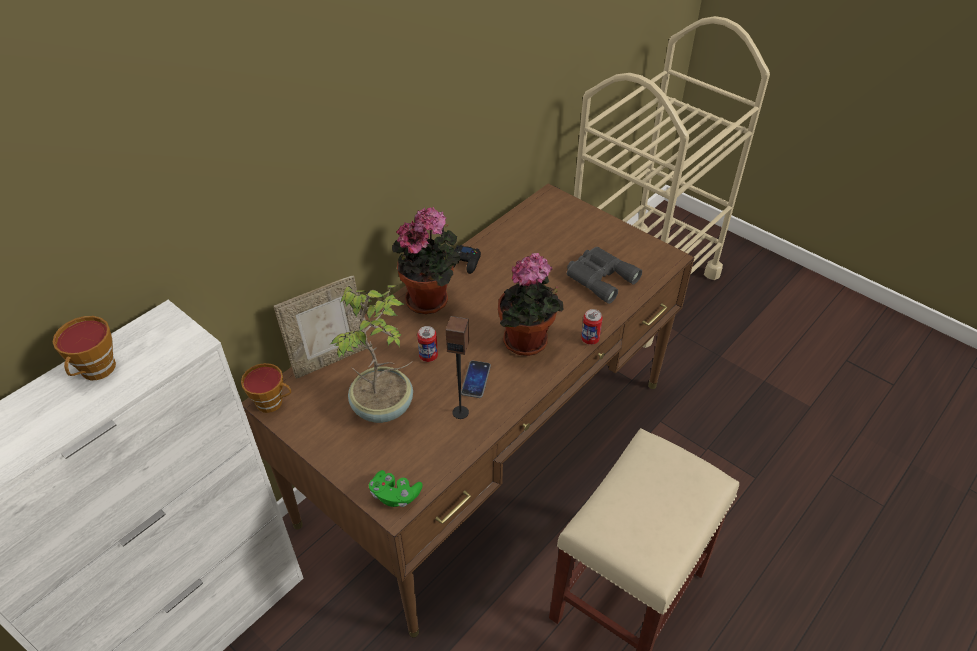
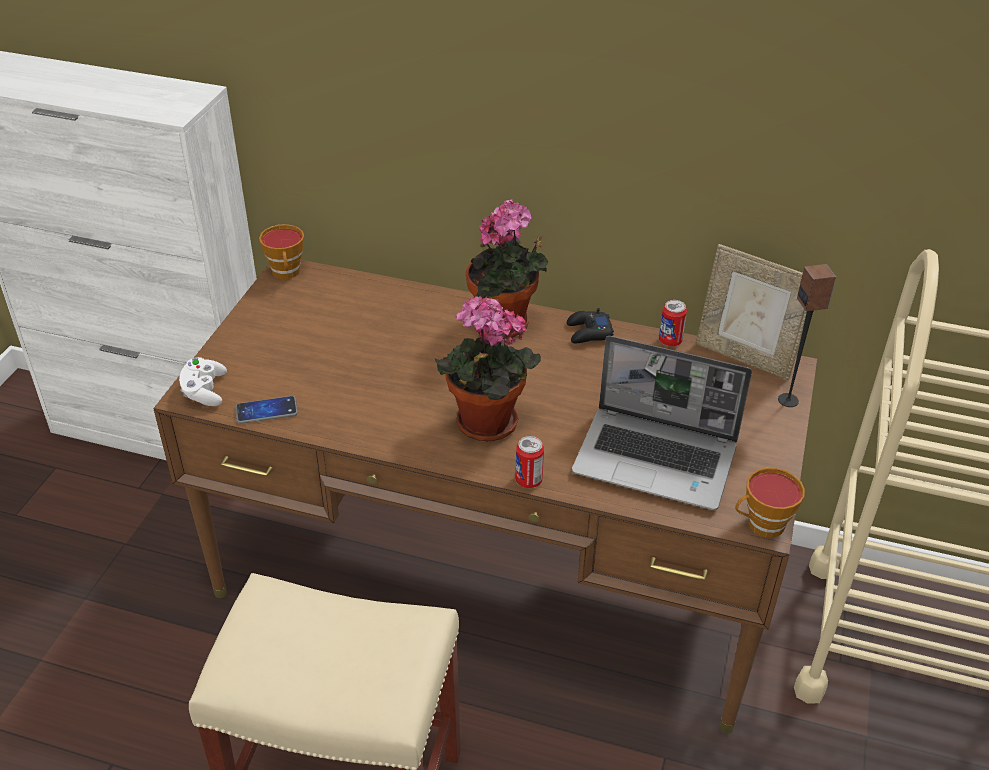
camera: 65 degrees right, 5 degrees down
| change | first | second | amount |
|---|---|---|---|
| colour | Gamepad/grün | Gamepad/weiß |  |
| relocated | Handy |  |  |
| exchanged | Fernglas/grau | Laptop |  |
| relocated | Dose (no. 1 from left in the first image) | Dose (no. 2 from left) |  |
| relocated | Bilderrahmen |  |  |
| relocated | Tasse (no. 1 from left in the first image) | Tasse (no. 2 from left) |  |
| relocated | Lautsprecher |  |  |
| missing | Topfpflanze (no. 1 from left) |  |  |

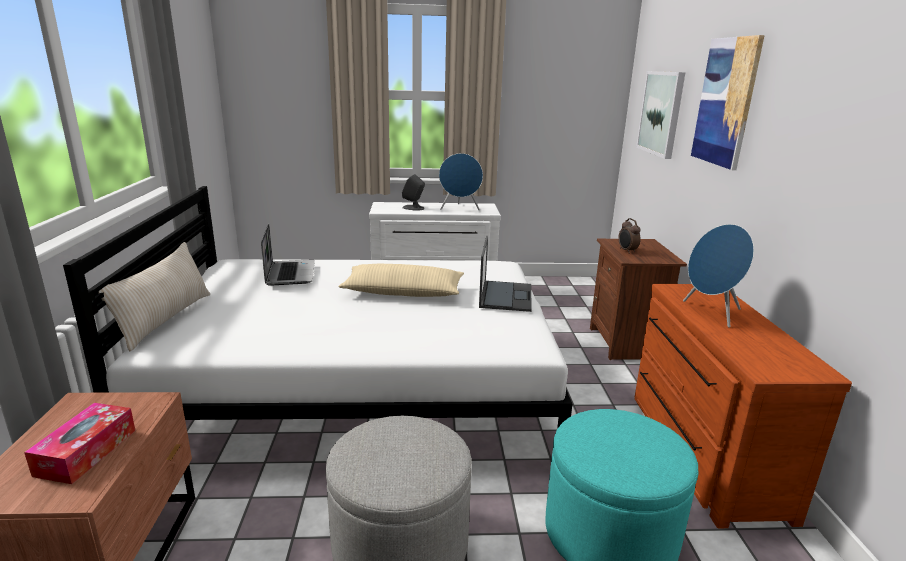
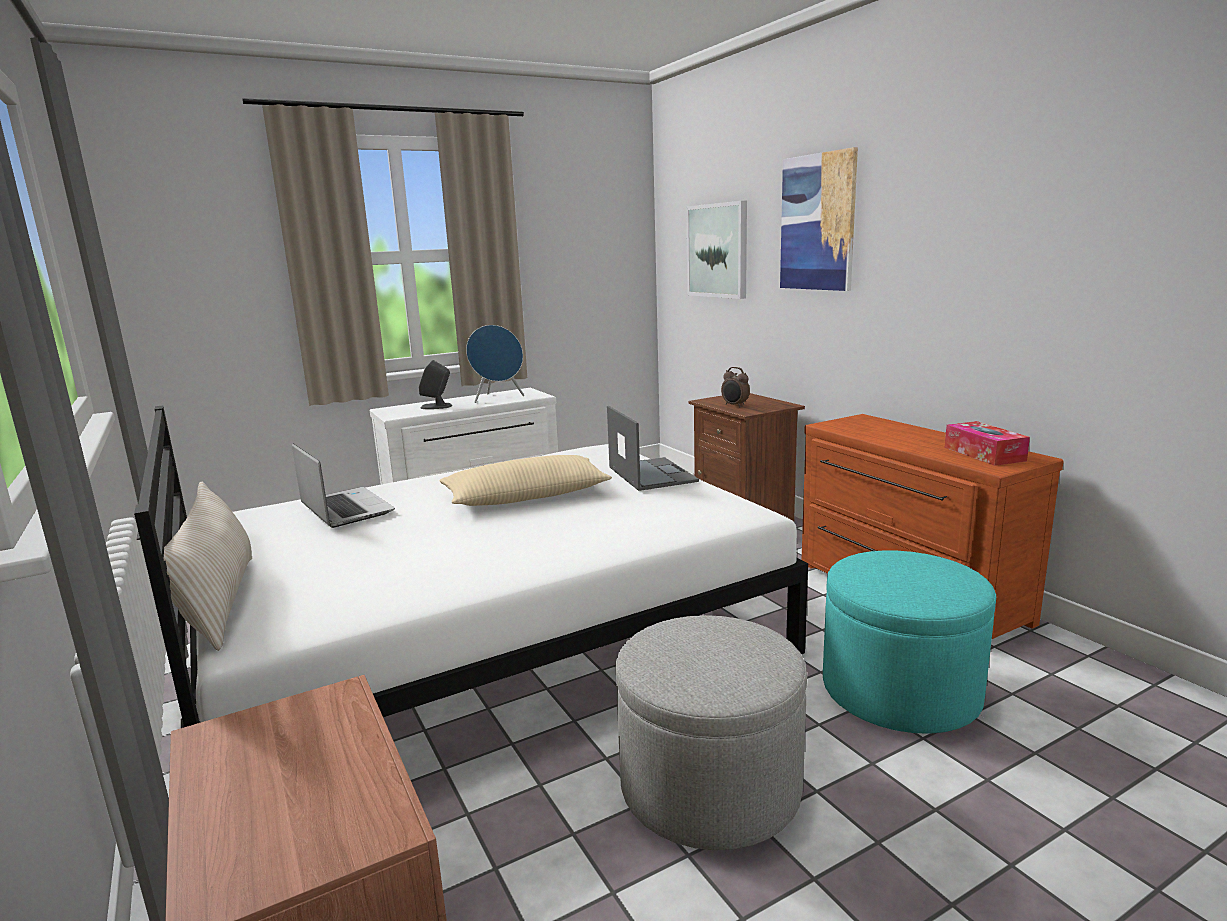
camera: 25 degrees left, 5 degrees down
| change | first | second | amount |
|---|---|---|---|
| relocated | Taschentuchbox |  |  |
| missing | Lautsprecher/blau (no. 2 from left) |  |  |

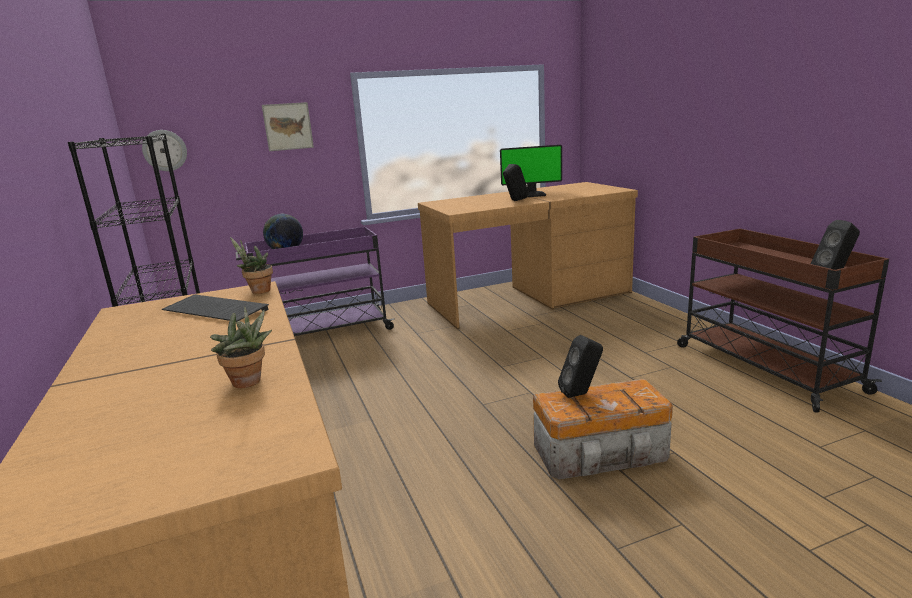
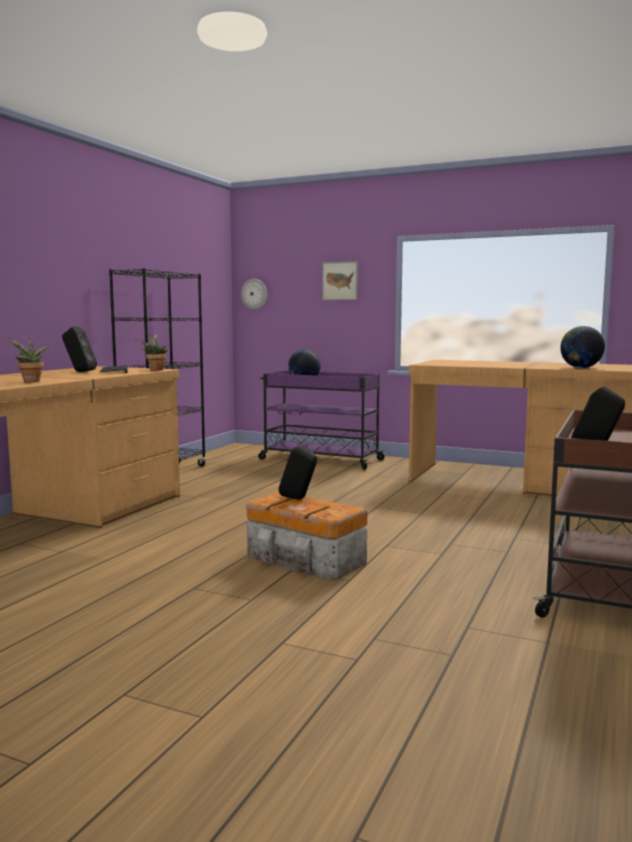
camera: 45 degrees right, 10 degrees down
| change | first | second | amount |
|---|---|---|---|
| relocated | Lautsprecher/schwarz (no. 1 from left) |  |  |
| appeared |  | Globus (no. 2 from left) |  |
| missing | Monitor |  |  |

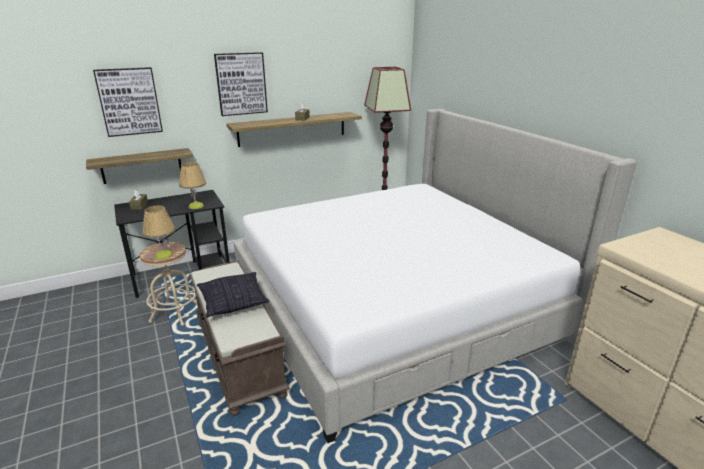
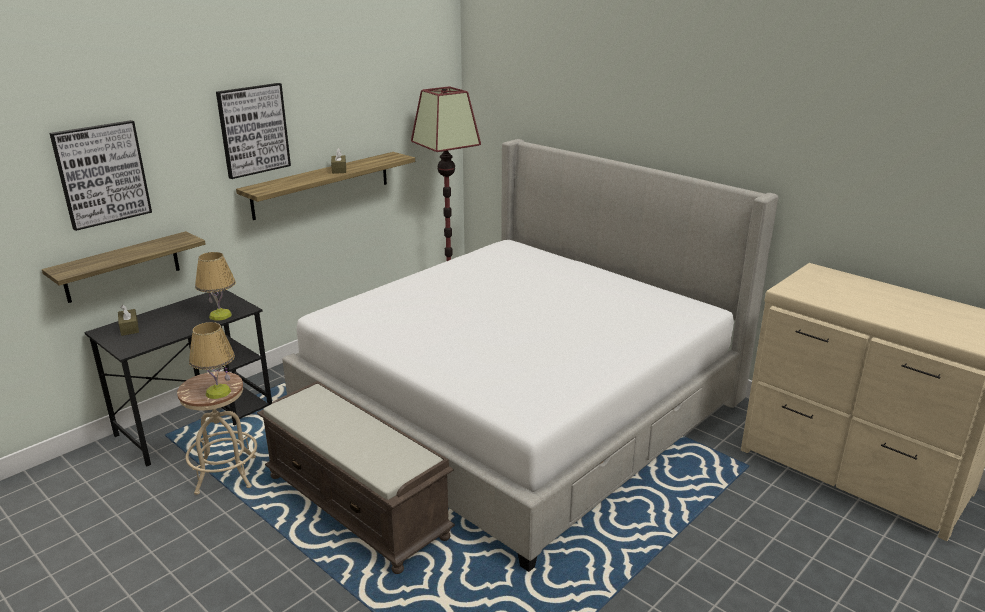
camera: 20 degrees left, 0 degrees up
| change | first | second | amount |
|---|---|---|---|
| missing | Kissen |  |  |

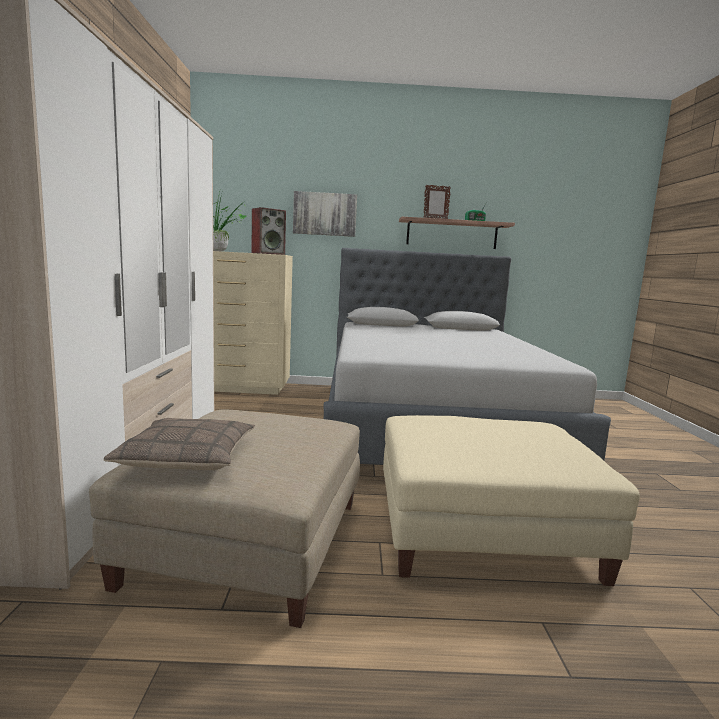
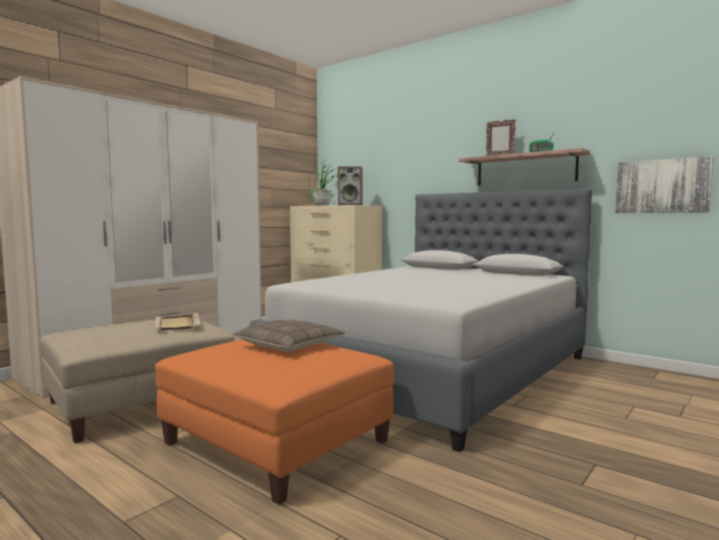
camera: 40 degrees right, 5 degrees down
| change | first | second | amount |
|---|---|---|---|
| appeared |  | Tablett/beige |  |
| colour | Polsterhocker/beige (no. 2 from left) | Polsterhocker/orange |  |
| relocated | Kissen |  |  |
| relocated | Bild |  |  |

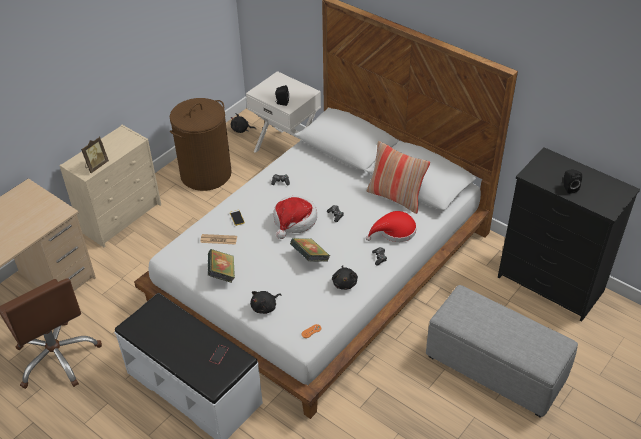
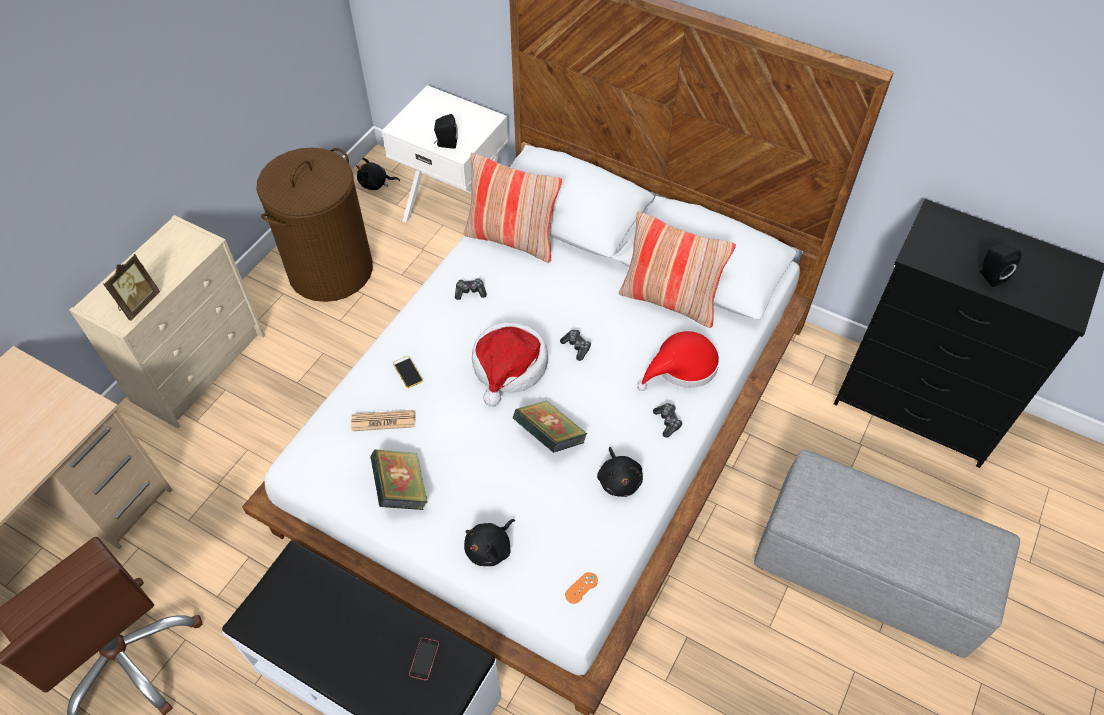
camera: 10 degrees left, 10 degrees up
| change | first | second | amount |
|---|---|---|---|
| appeared |  | Kissen (no. 1 from left) |  |

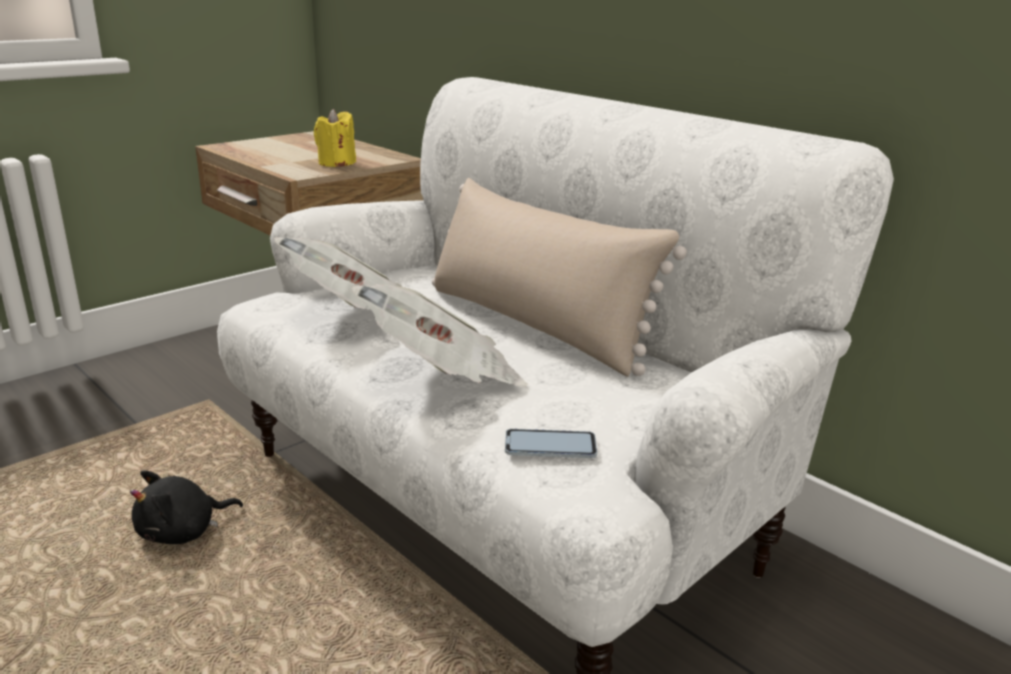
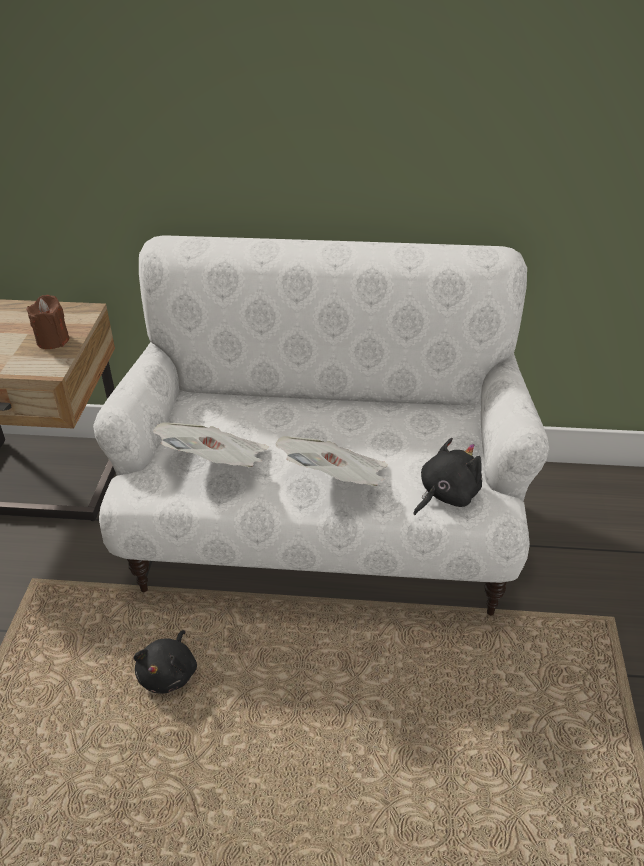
camera: 40 degrees left, 15 degrees up
| change | first | second | amount |
|---|---|---|---|
| colour | Kerze/gelb | Kerze/braun |  |
| exchanged | Handy | Plüschtier/schwarz (no. 2 from left) |  |
| missing | Kissen/beige |  |  |

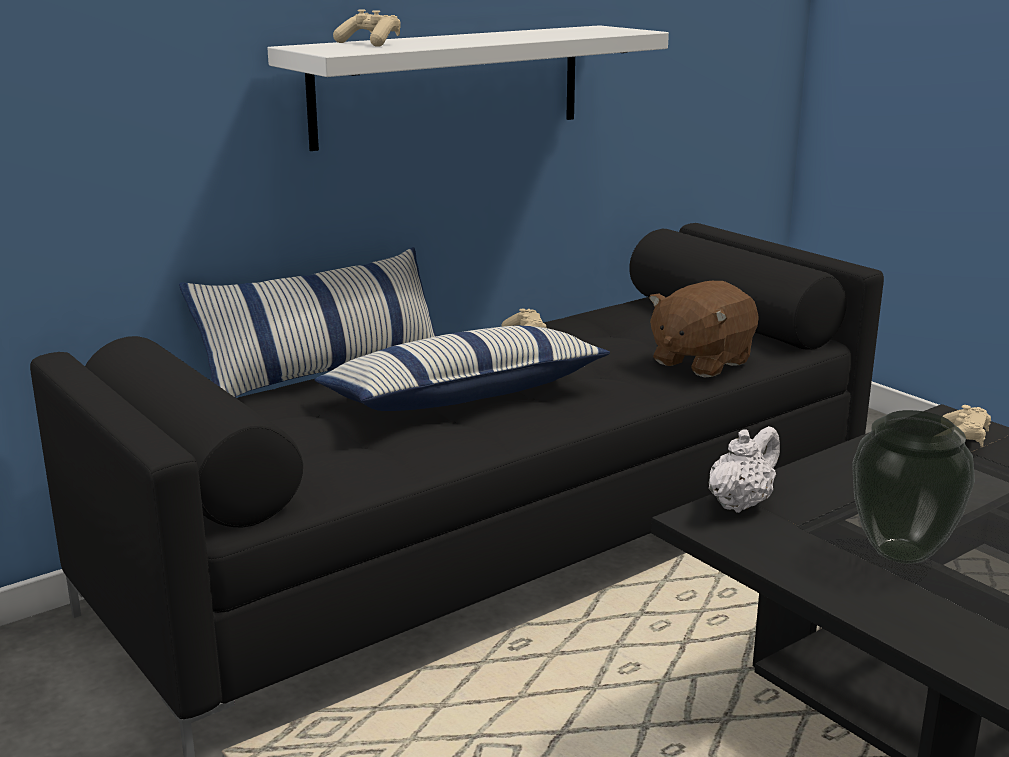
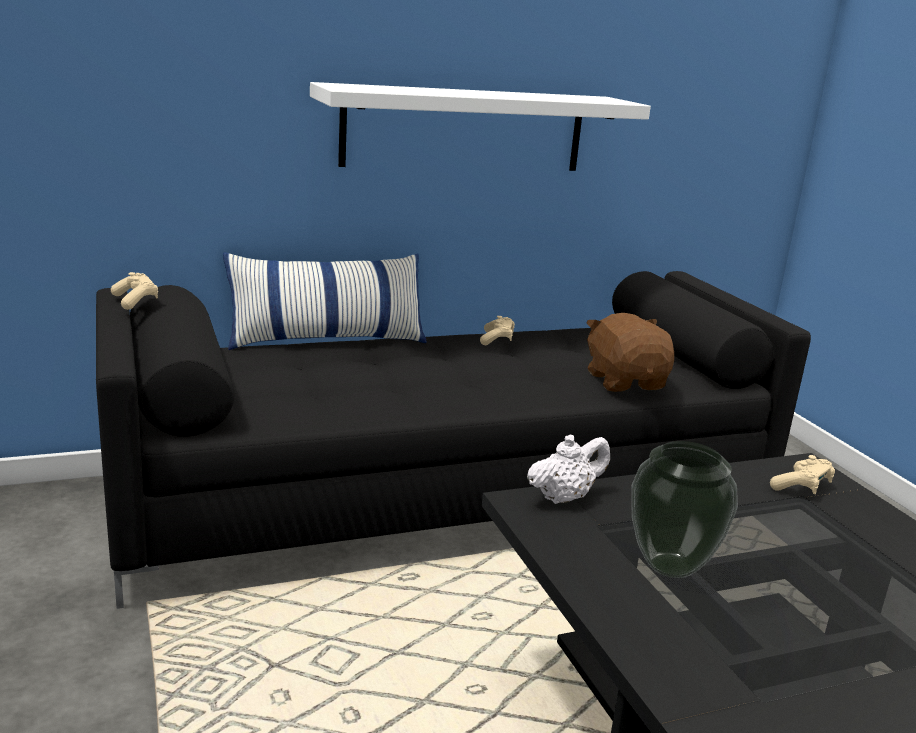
camera: 15 degrees right, 0 degrees up
| change | first | second | amount |
|---|---|---|---|
| relocated | Gamepad/beige (no. 1 from left) |  |  |
| spun | Plüschtier/braun |  | 105 degrees clockwise |
| missing | Kissen (no. 2 from left) |  |  |

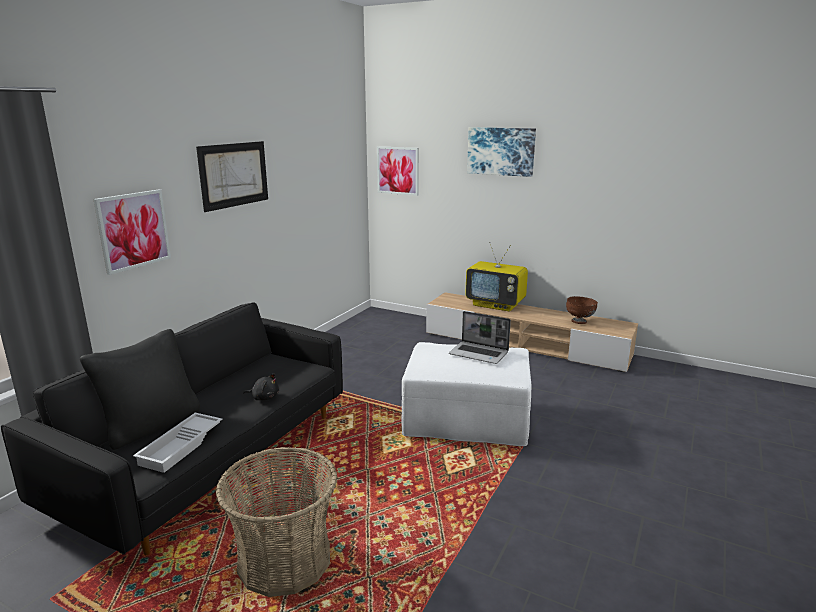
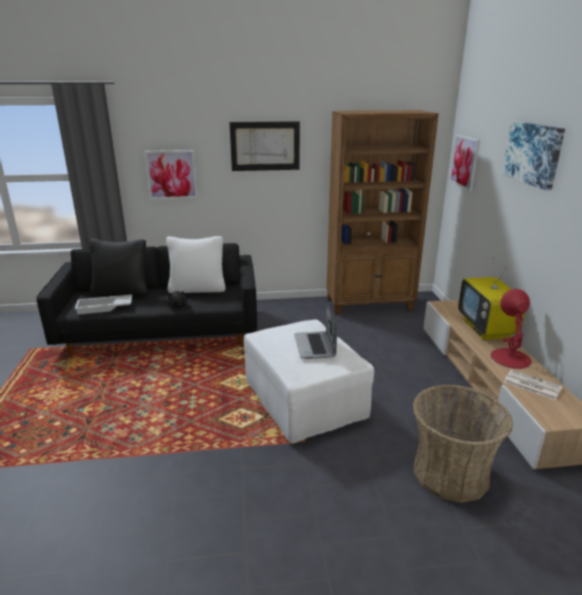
camera: 55 degrees right, 5 degrees up
| change | first | second | amount |
|---|---|---|---|
| appeared |  | Kissen/weiß |  |
| appeared |  | Bücherregal/braun |  |
| relocated | Korb |  |  |
| appeared |  | Tischlampe/rot |  |
| exchanged | Schüssel/braun | Zeitung |  |

